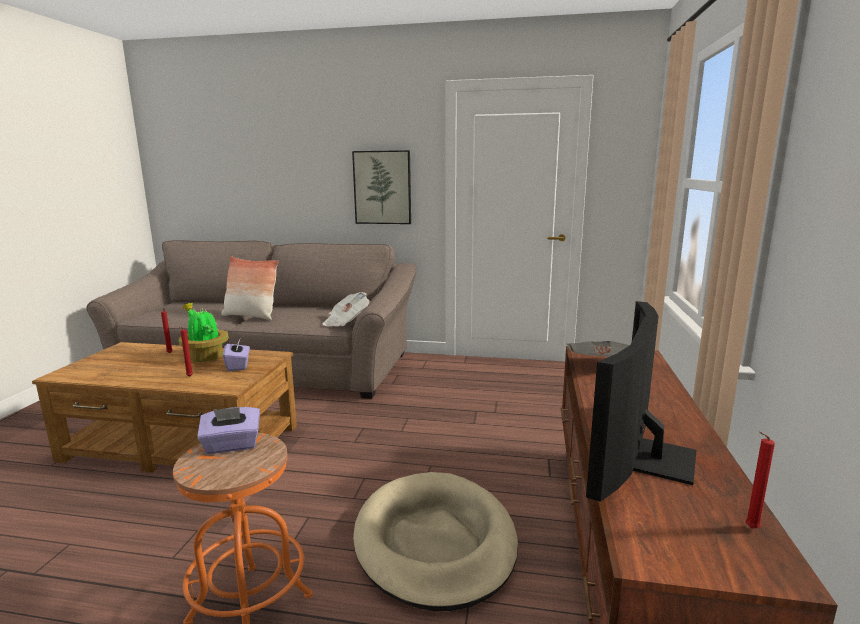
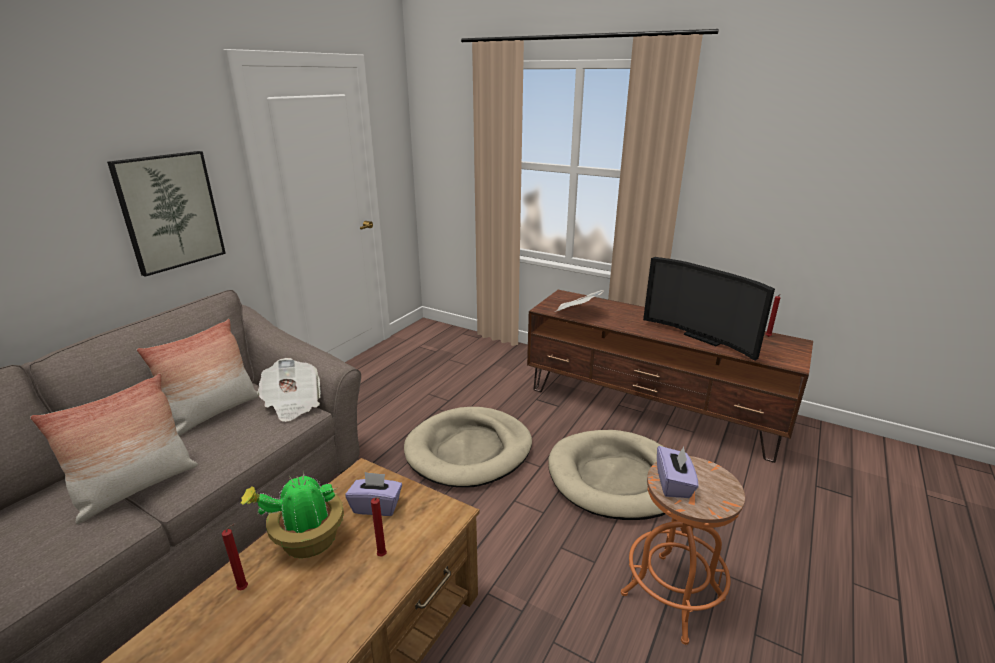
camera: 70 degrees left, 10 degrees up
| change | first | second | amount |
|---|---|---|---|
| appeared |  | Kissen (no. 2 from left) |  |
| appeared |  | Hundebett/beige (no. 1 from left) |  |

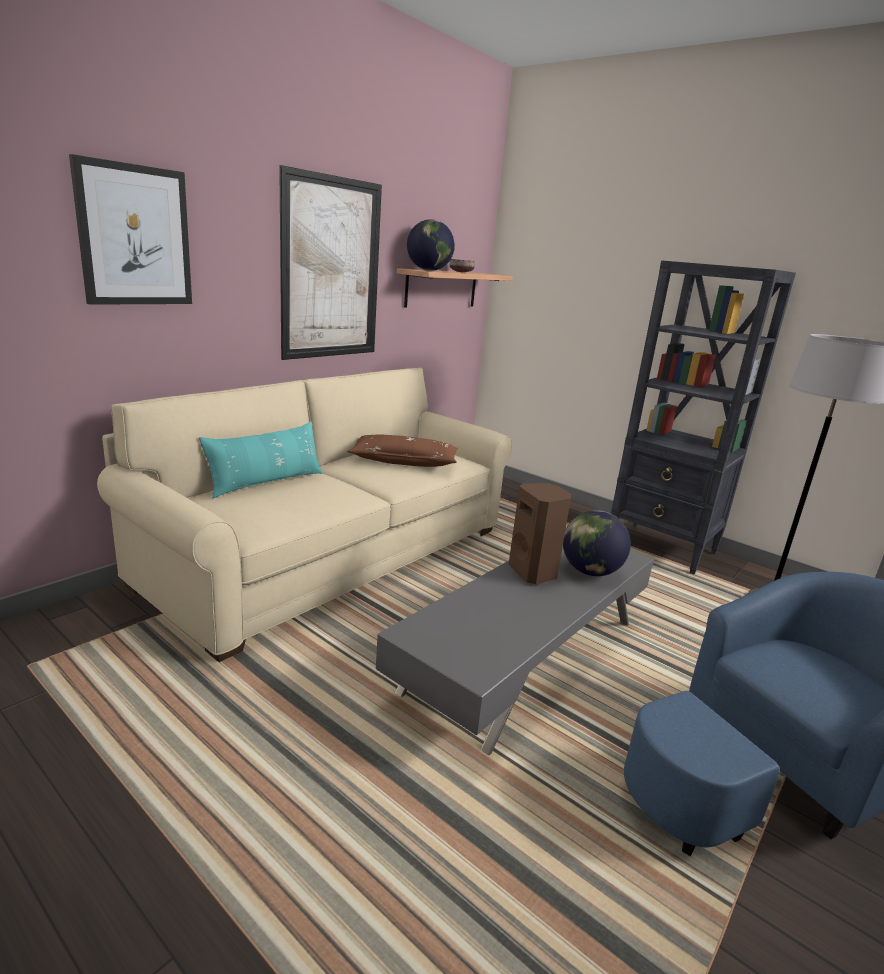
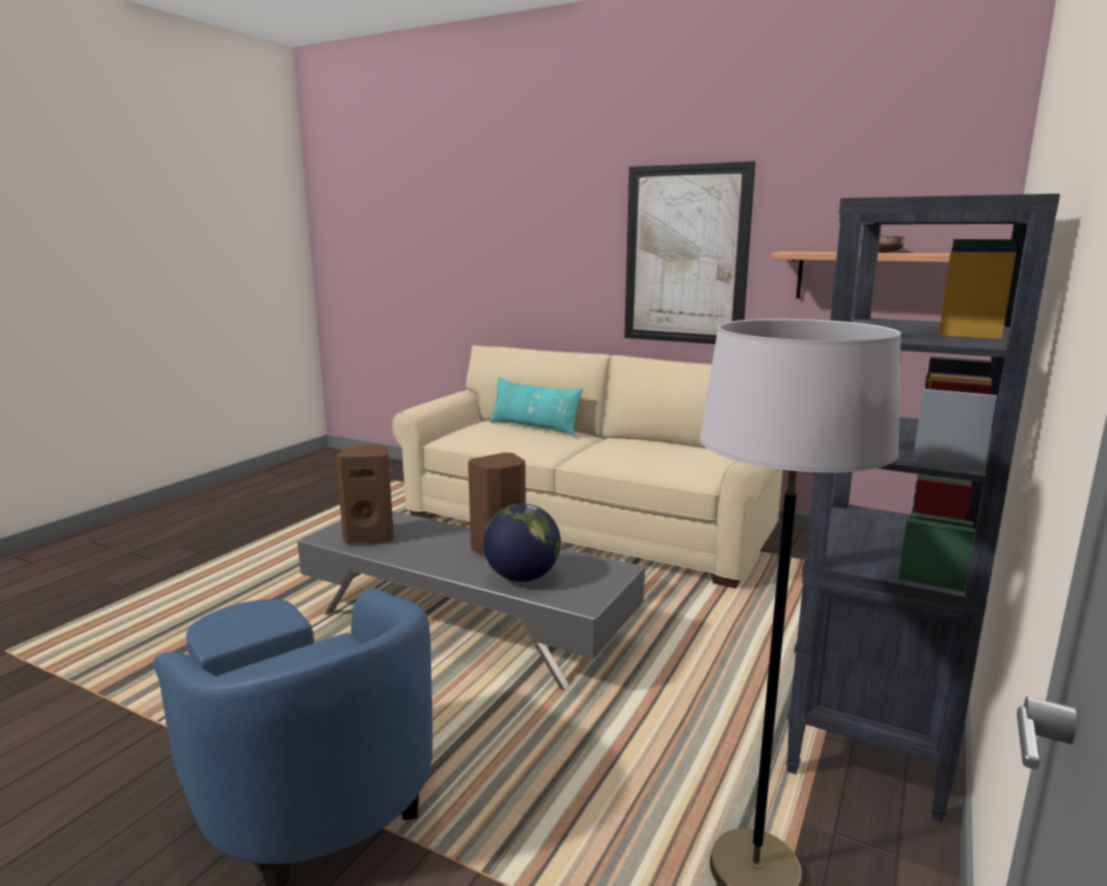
camera: 80 degrees right, 5 degrees down
| change | first | second | amount |
|---|---|---|---|
| appeared |  | Lautsprecher/braun (no. 1 from left) |  |
| missing | Bild (no. 1 from left) |  |  |
| missing | Kissen/braun |  |  |
| missing | Globus (no. 1 from left) |  |  |

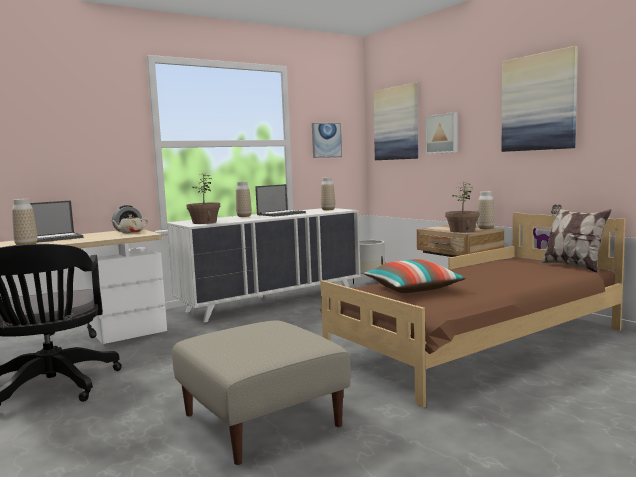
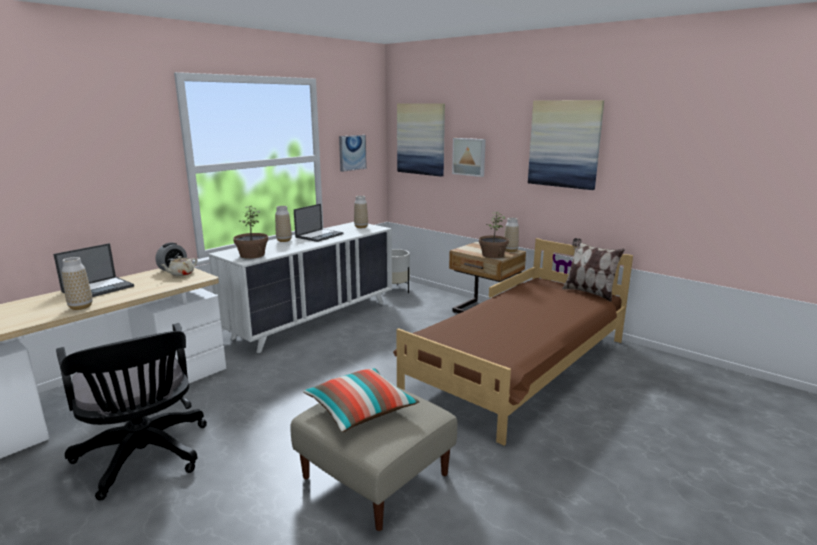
camera: 15 degrees left, 10 degrees up
| change | first | second | amount |
|---|---|---|---|
| relocated | Kissen (no. 1 from left) |  |  |

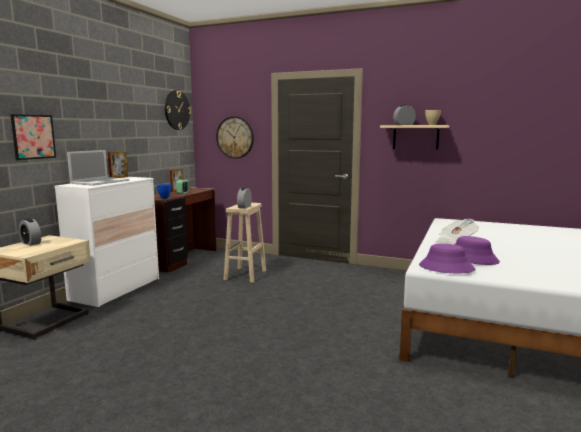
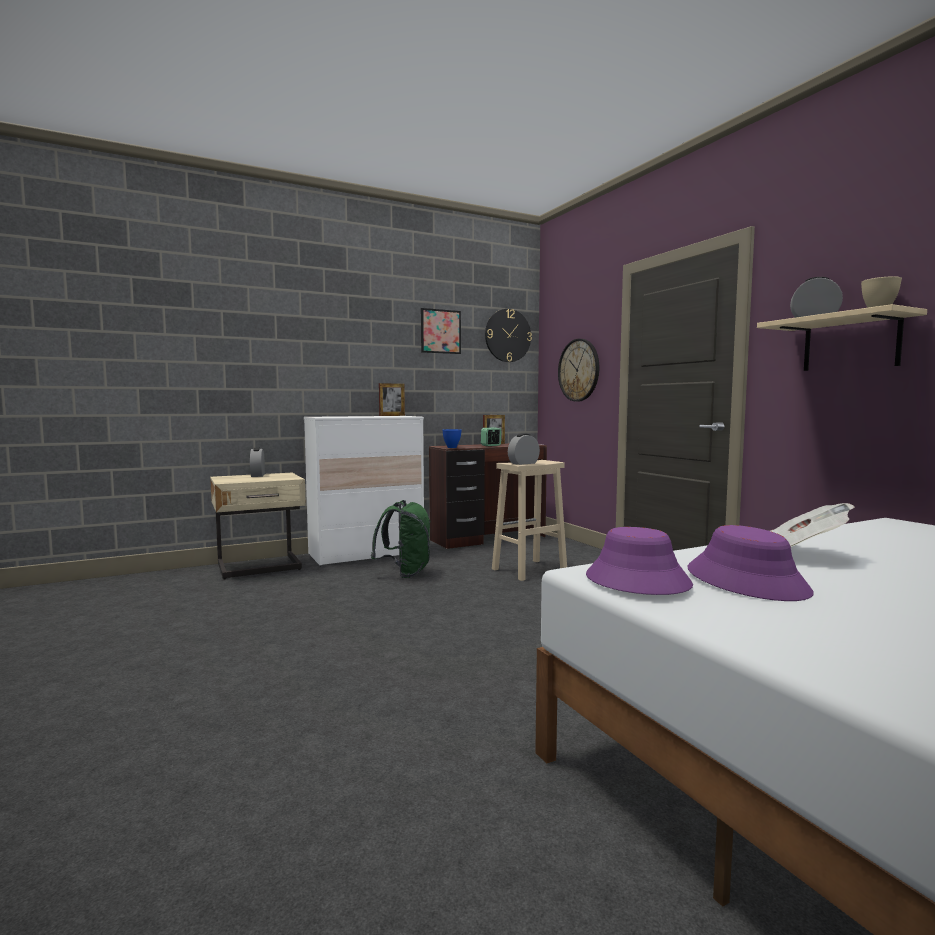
camera: 40 degrees right, 5 degrees down
| change | first | second | amount |
|---|---|---|---|
| appeared |  | Rucksack/grün |  |
| relocated | Bild |  |  |
| missing | Laptop |  |  |

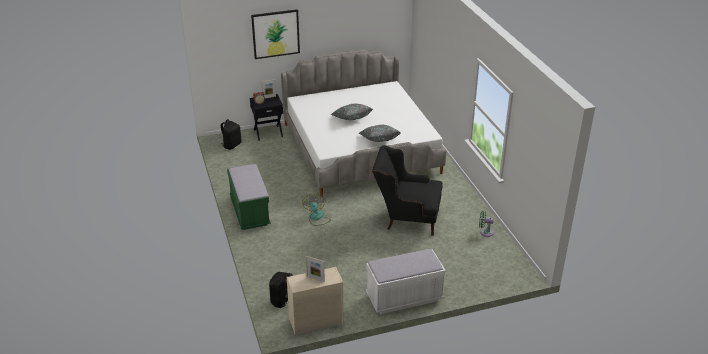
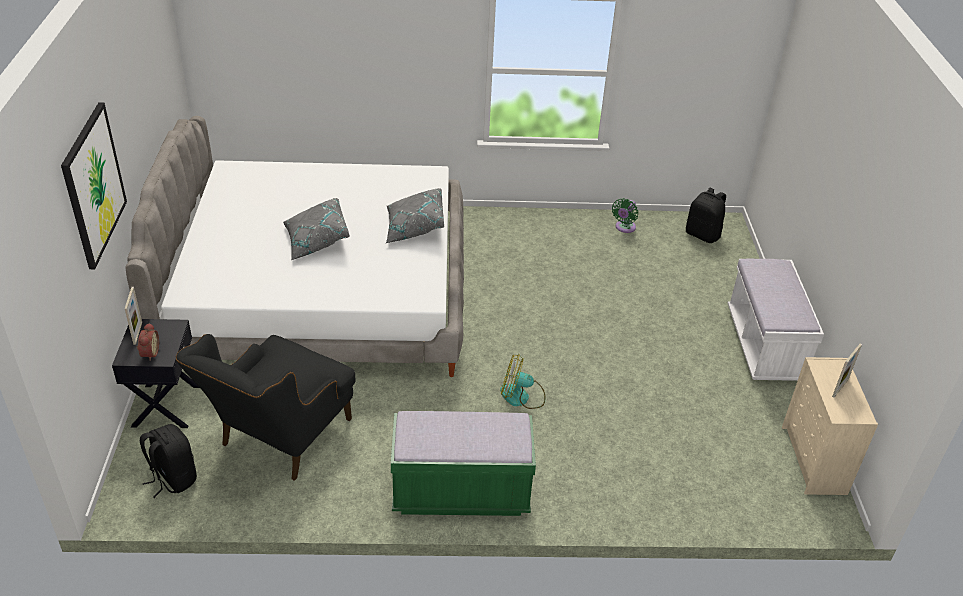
camera: 75 degrees left, 5 degrees up
| change | first | second | amount |
|---|---|---|---|
| relocated | Sessel/schwarz |  |  |
| relocated | Rucksack/schwarz (no. 2 from left) |  |  |

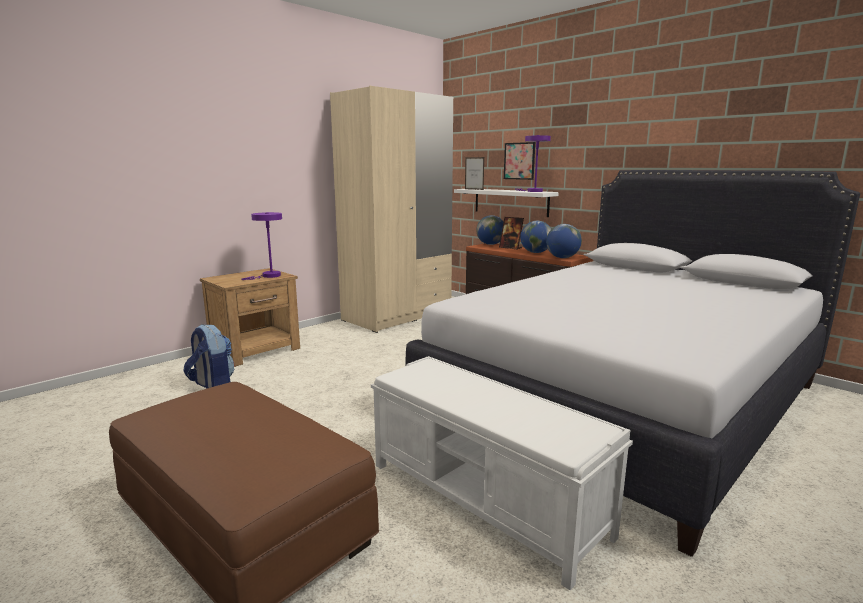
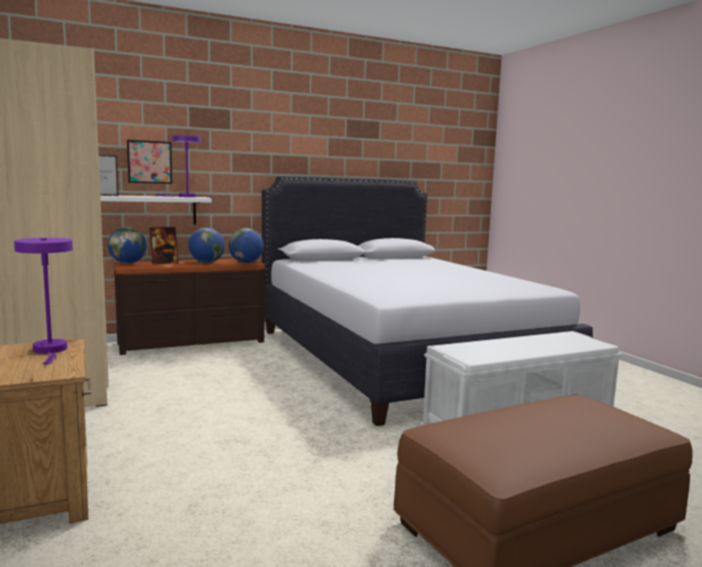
camera: 70 degrees left, 5 degrees down
| change | first | second | amount |
|---|---|---|---|
| missing | Rucksack |  |  |

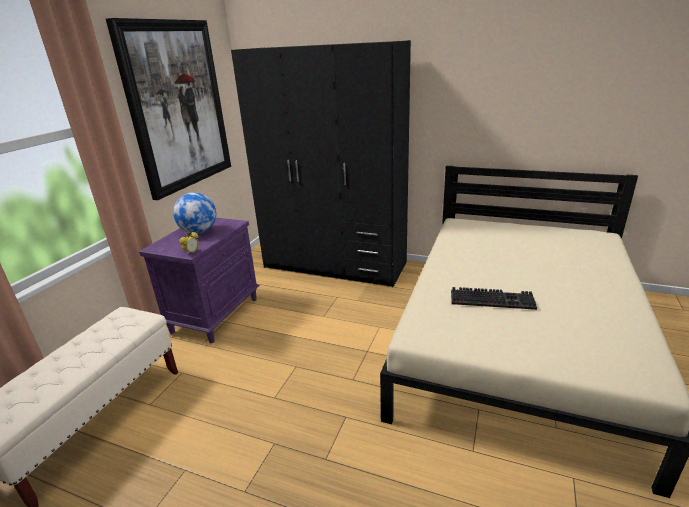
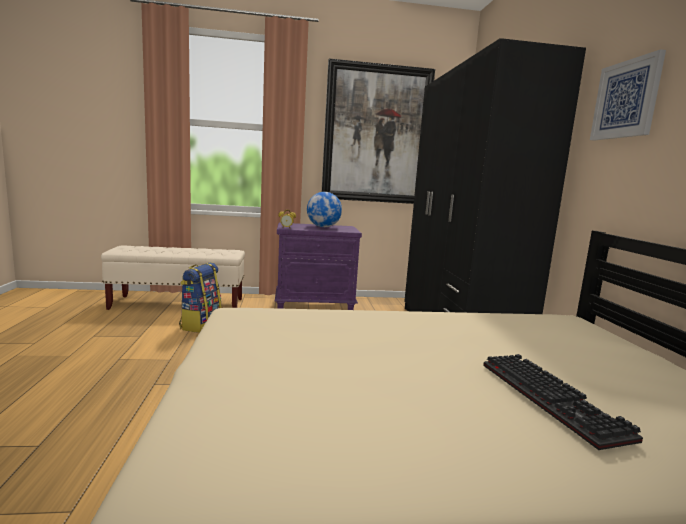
camera: 60 degrees right, 15 degrees down
| change | first | second | amount |
|---|---|---|---|
| appeared |  | Rucksack |  |
| relocated | Tastatur |  |  |
| appeared |  | Bild (no. 2 from left) |  |

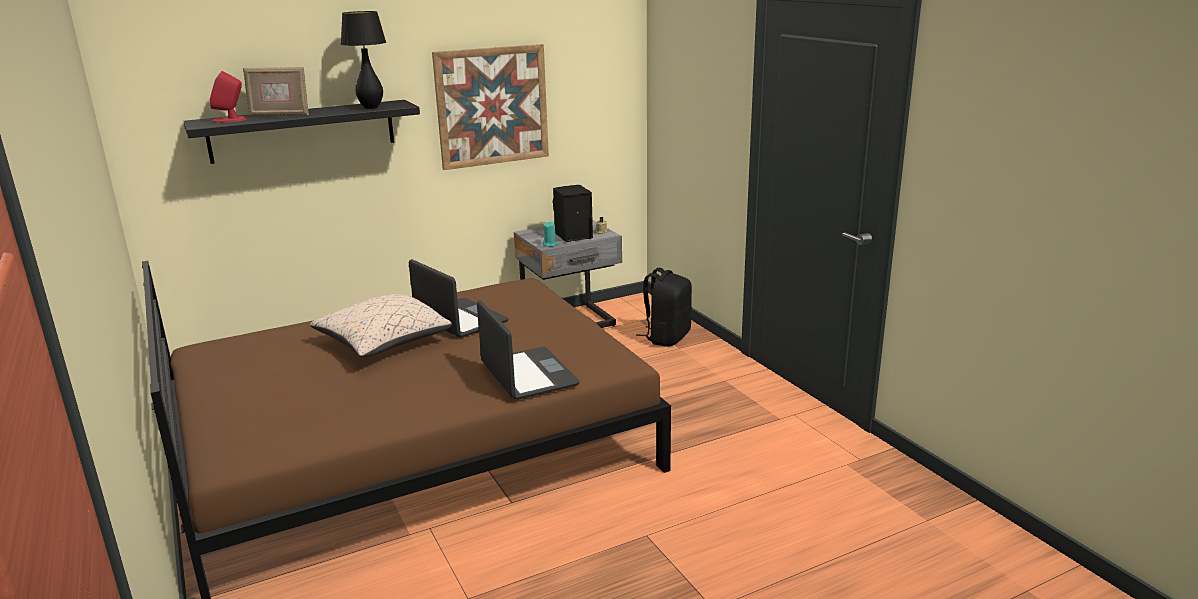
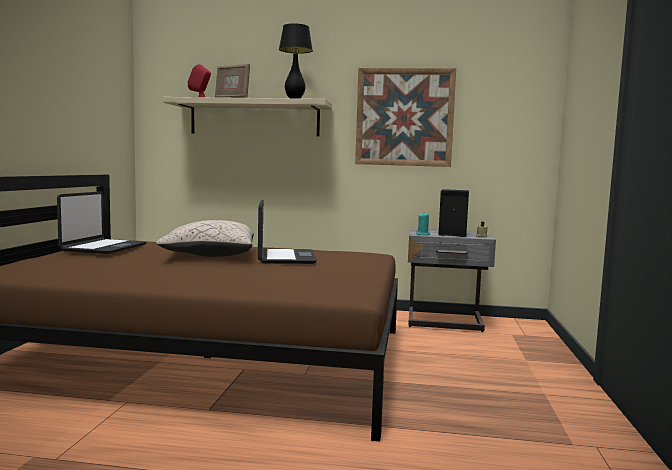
camera: 35 degrees right, 15 degrees down
| change | first | second | amount |
|---|---|---|---|
| relocated | Laptop (no. 2 from left in the first image) | Laptop (no. 1 from left) |  |
| colour | Wandregal/schwarz | Wandregal/beige |  |
| missing | Rucksack/schwarz |  |  |

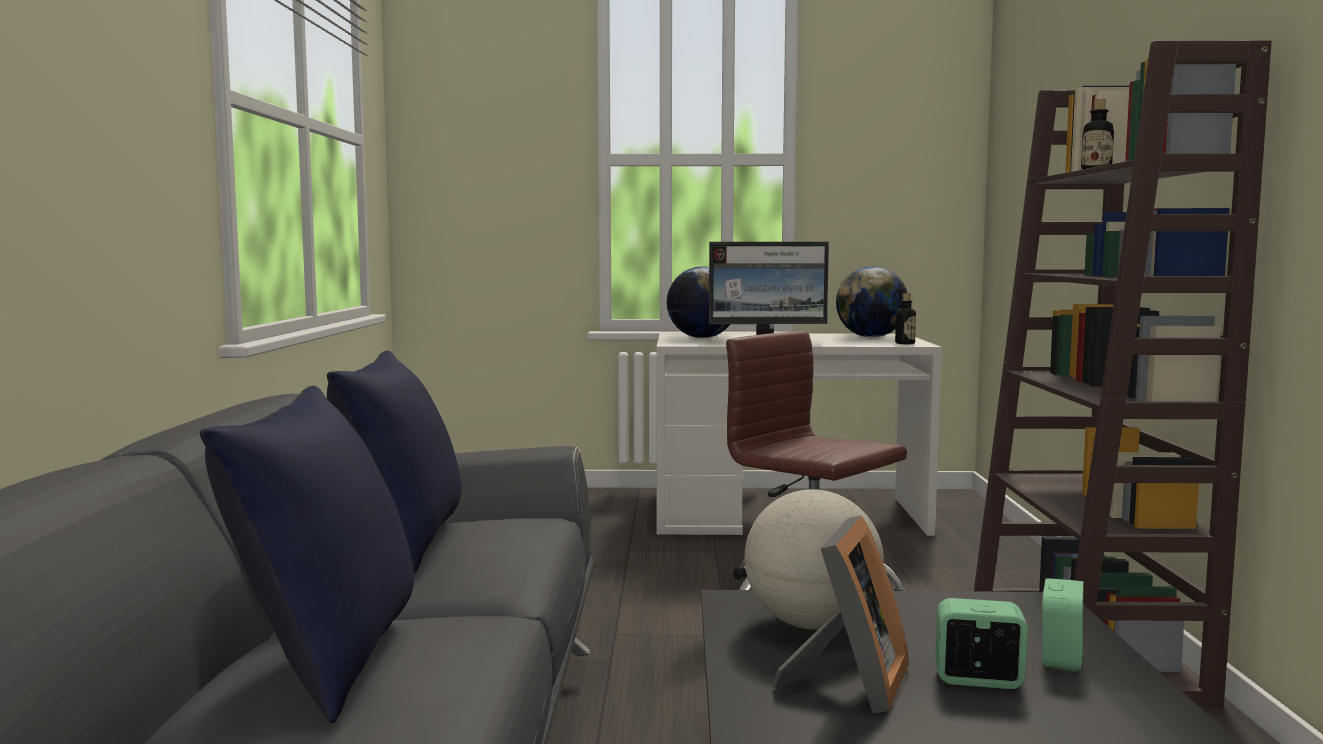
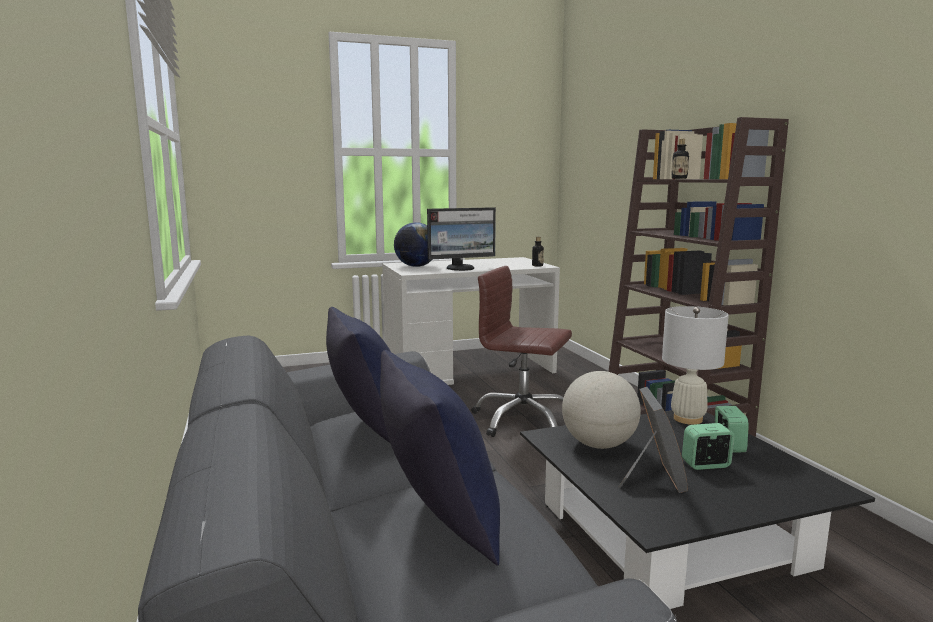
camera: 20 degrees left, 5 degrees up
| change | first | second | amount |
|---|---|---|---|
| appeared |  | Tischlampe/weiß |  |
| missing | Globus (no. 3 from left) |  |  |

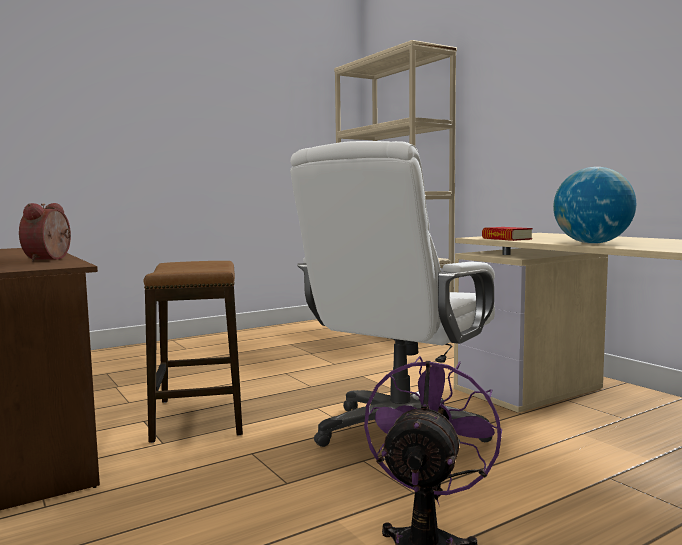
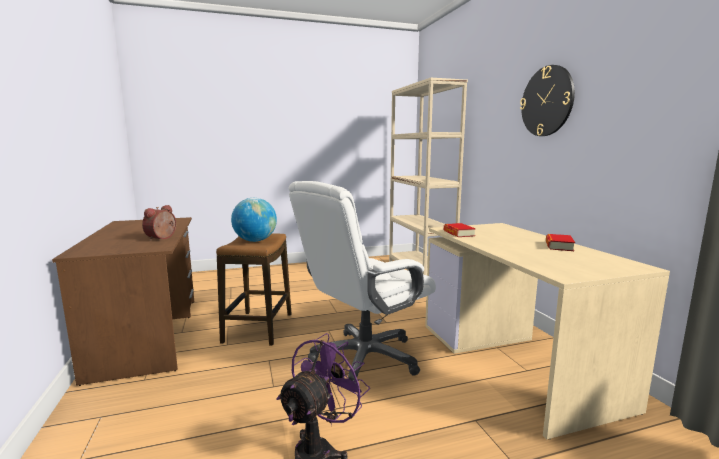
camera: 15 degrees right, 5 degrees up
| change | first | second | amount |
|---|---|---|---|
| relocated | Globus |  |  |
| appeared |  | Wanduhr |  |
| appeared |  | Buch (no. 2 from left) |  |

